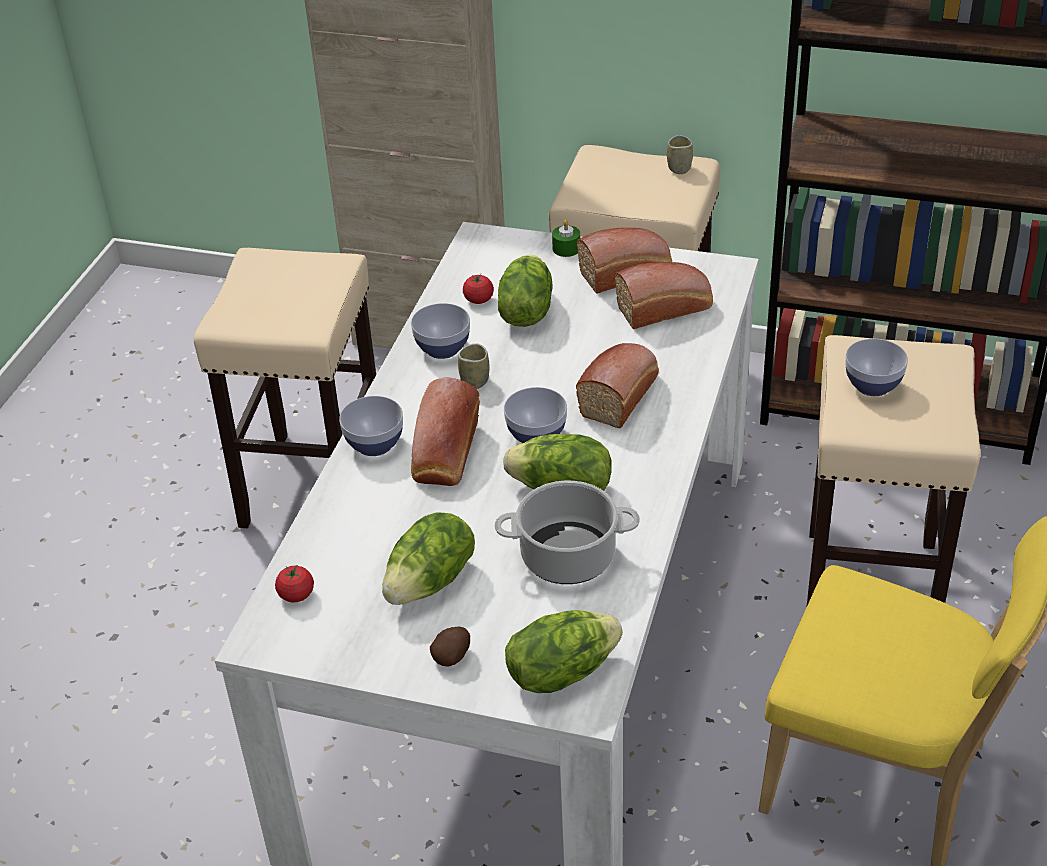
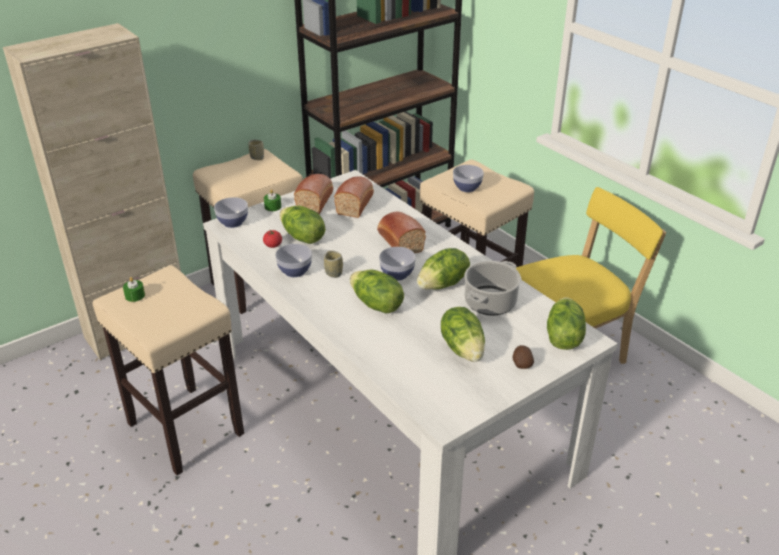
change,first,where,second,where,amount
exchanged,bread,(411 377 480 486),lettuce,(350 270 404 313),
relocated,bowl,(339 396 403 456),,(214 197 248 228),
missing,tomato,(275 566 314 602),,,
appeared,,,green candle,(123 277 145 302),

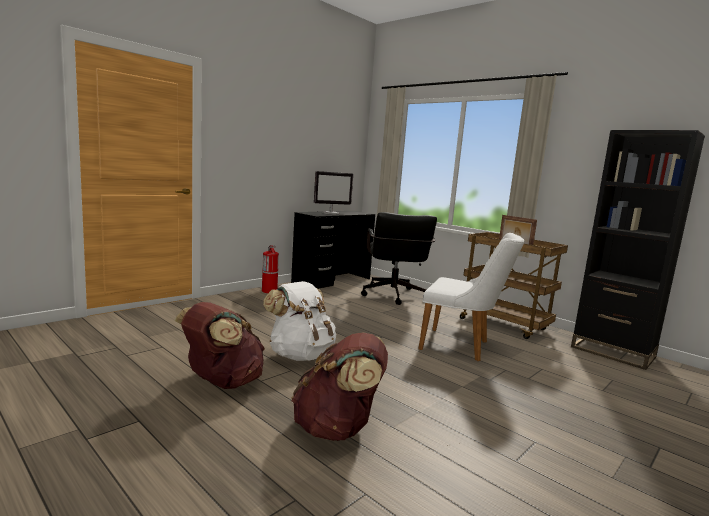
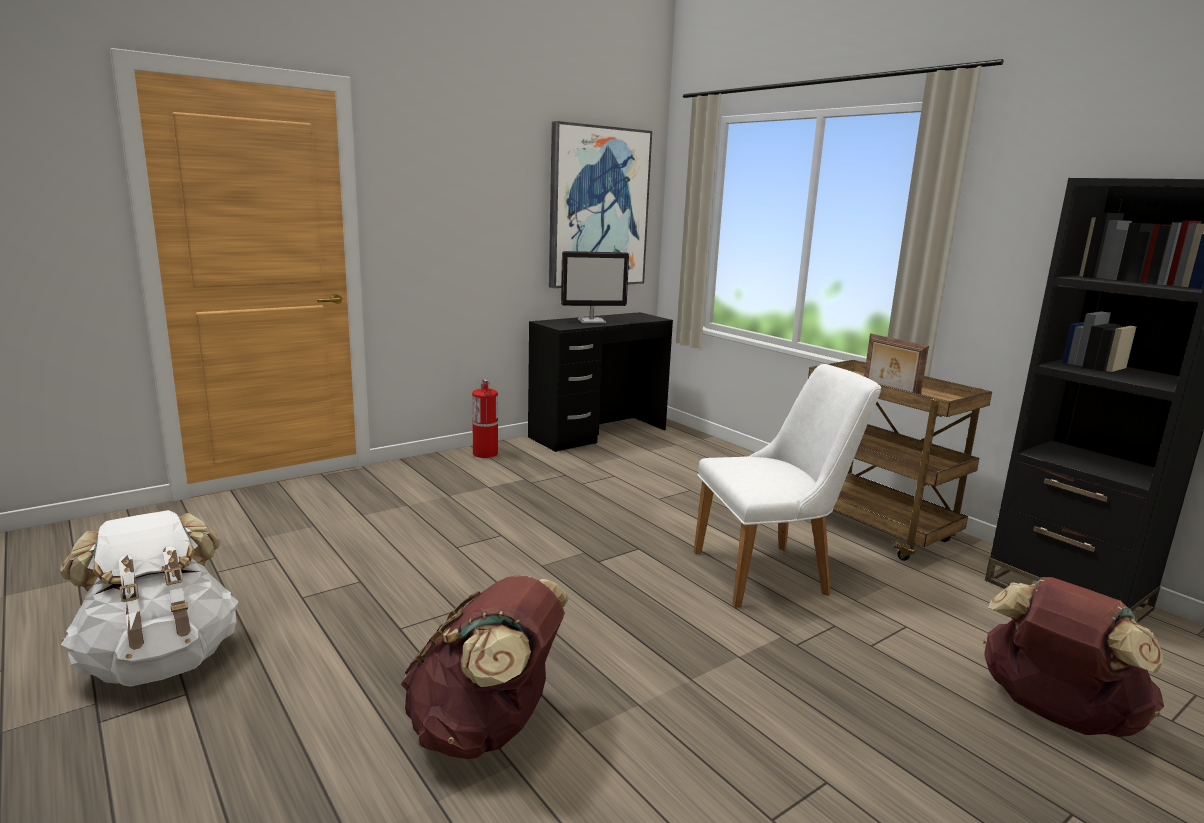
change,first,where,second,where,amount
missing,black office chair,(361 212 437 305),,,
spun,white chair,(419 233 524 361),,(694 364 881 608),45 degrees counterclockwise
relocated,white backpack,(263 281 336 361),,(60 510 239 687),
relocated,brown backpack,(174 302 265 389),,(983 577 1164 737),
appeared,,,picture,(549 121 652 288),

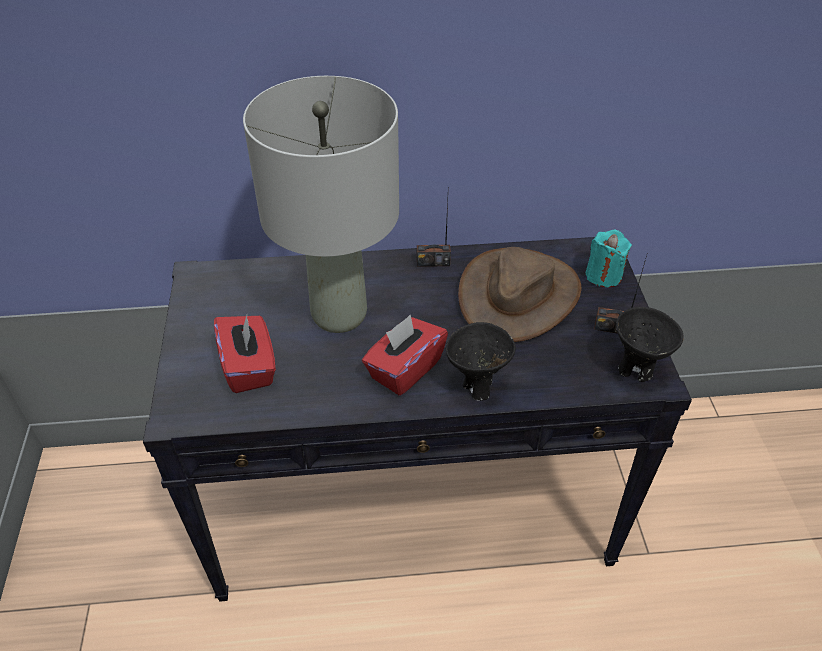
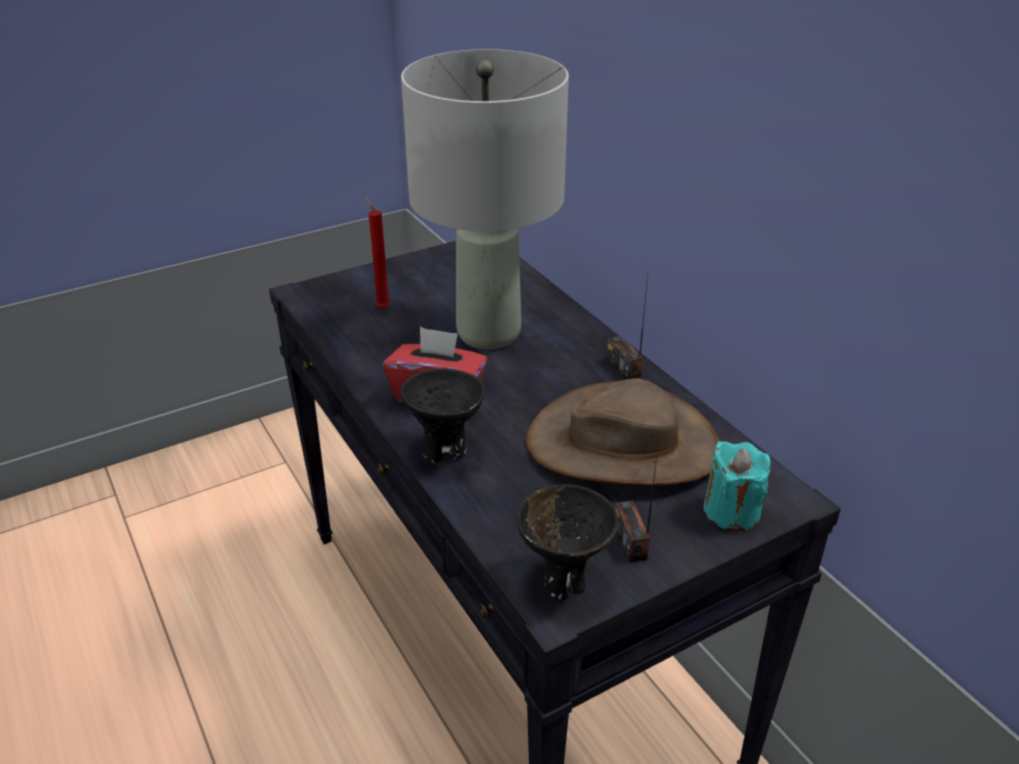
change,first,where,second,where,amount
exchanged,red tissue box,(214 315 276 393),red candle,(365 198 390 309),

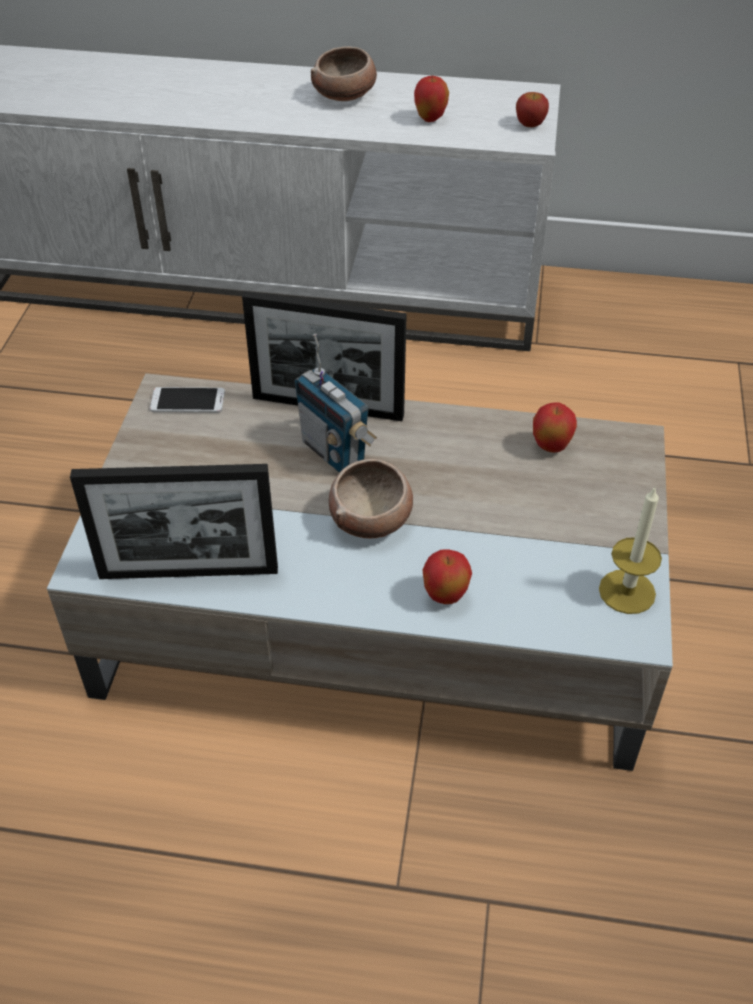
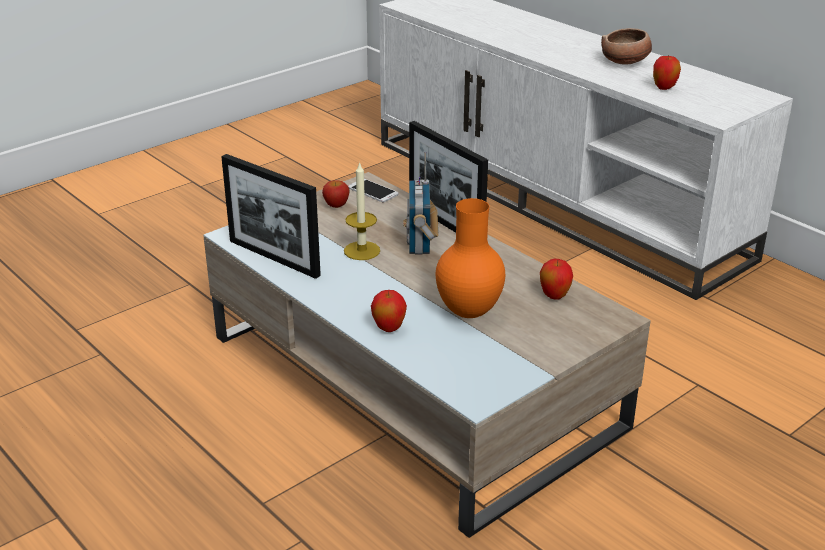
change,first,where,second,where,amount
relocated,apple,(516 92 549 127),,(322 180 349 208),
missing,bowl,(329 459 413 538),,,
relocated,candle,(599 486 662 614),,(344 162 380 260),
appeared,,,orange vase,(436 198 505 318),

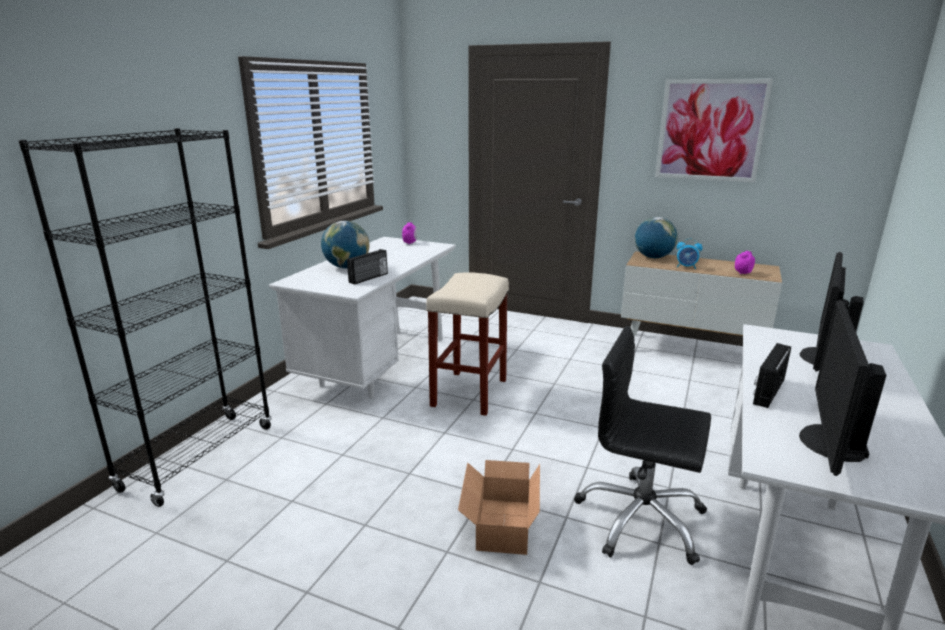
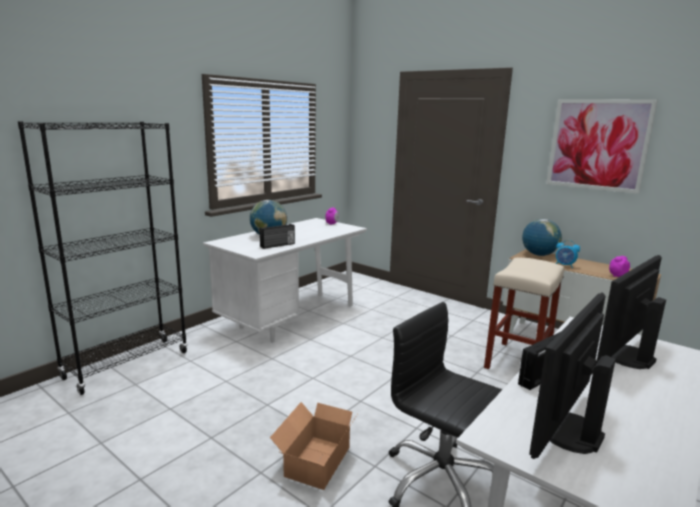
change,first,where,second,where,amount
relocated,beige stool,(426 272 509 416),,(484 258 564 369),

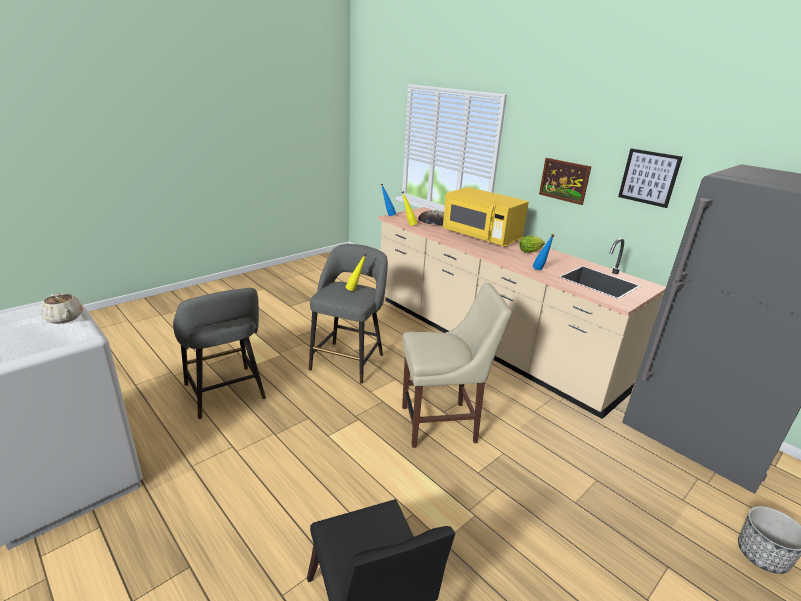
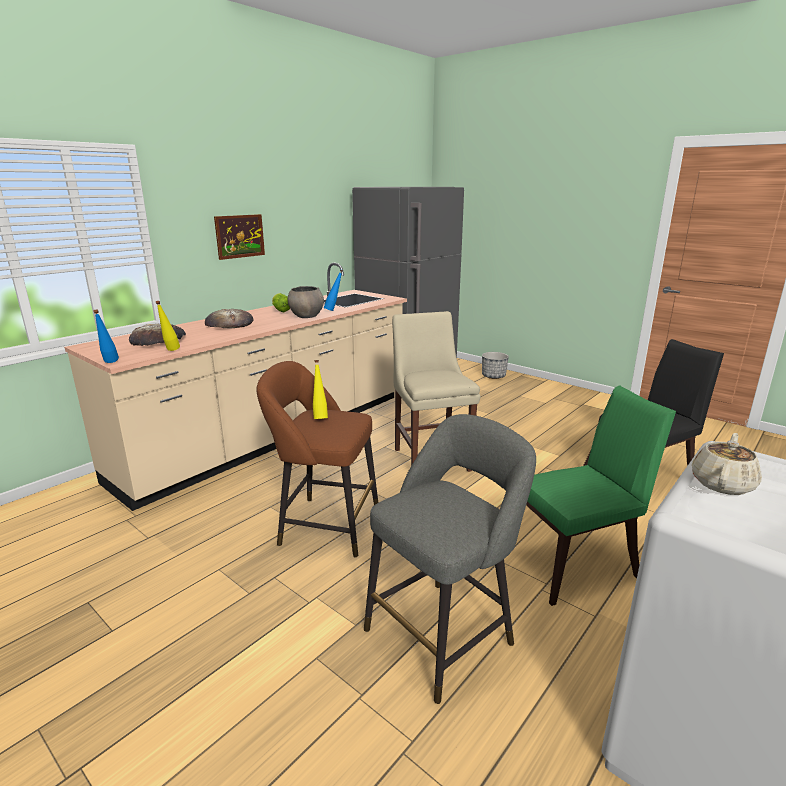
change,first,where,second,where,amount
missing,picture,(618 148 682 208),,,
exchanged,yellow microwave,(443 187 529 247),bread,(205 309 253 329),
colour,grey stool,(309 244 388 384),brown stool,(257 361 378 558),
appeared,,,grey bowl,(288 286 324 318),
appeared,,,green chair,(526 386 676 606),

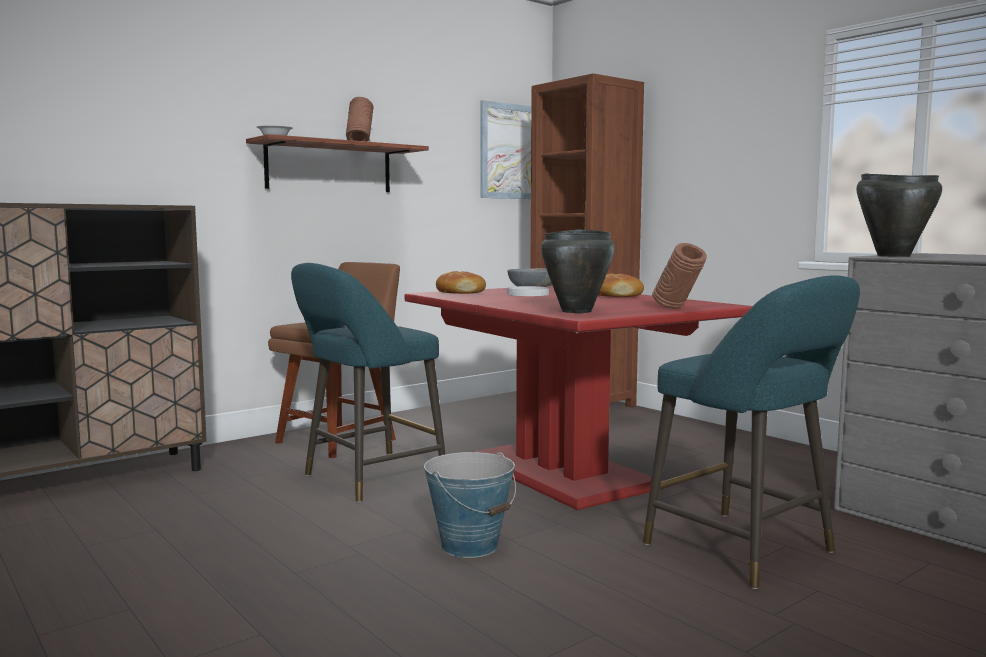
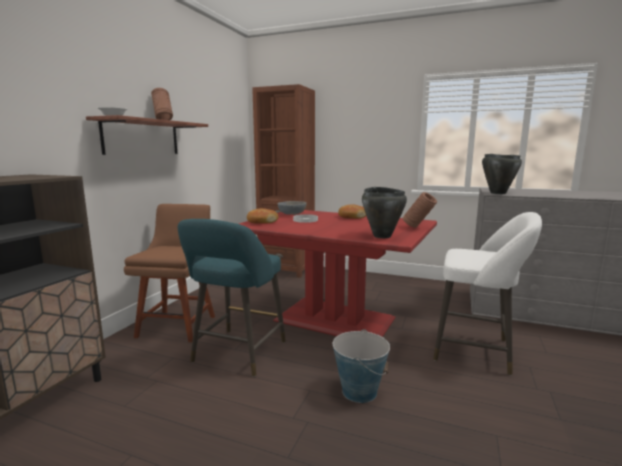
change,first,where,second,where,amount
missing,picture,(480 100 531 199),,,
colour,turquoise stool,(643 275 860 589),white stool,(433 212 542 375),

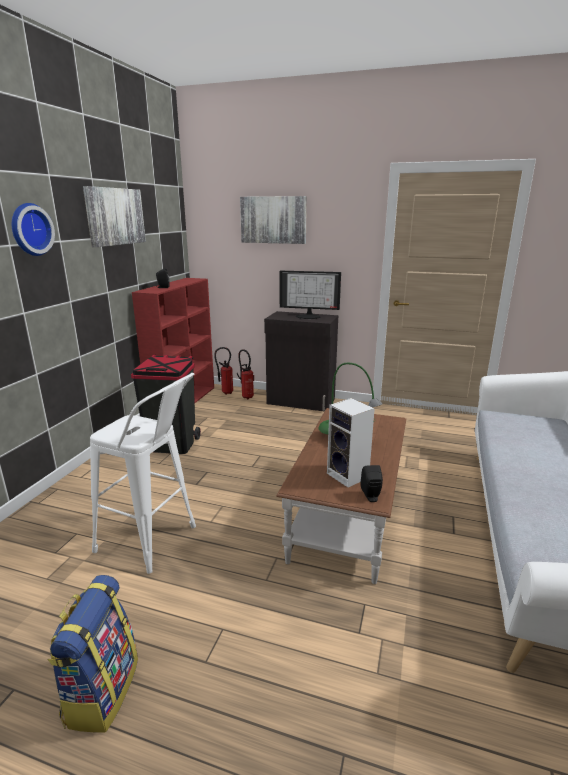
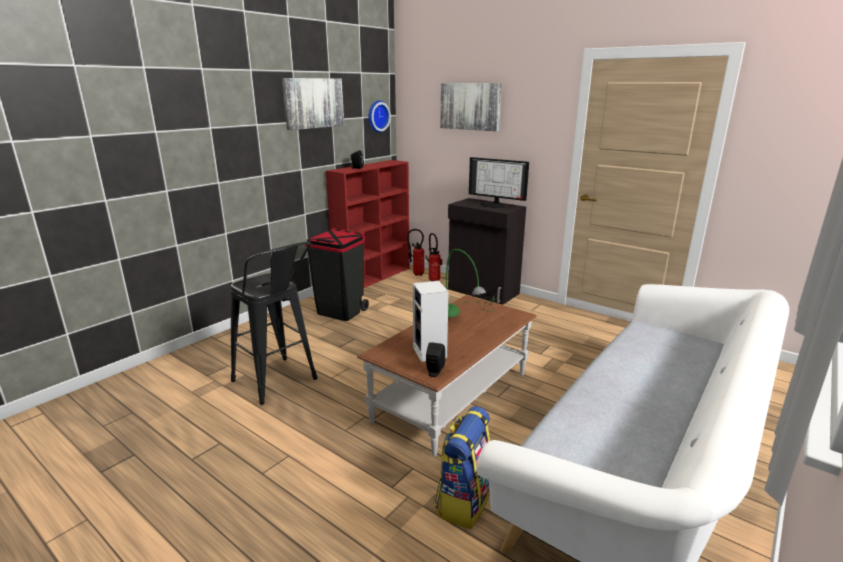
change,first,where,second,where,amount
relocated,wall clock,(12 203 55 256),,(368 100 391 133),
colour,white stool,(90 373 196 574),black stool,(230 242 317 405),
relocated,backpack,(48 575 138 732),,(435 406 490 529),

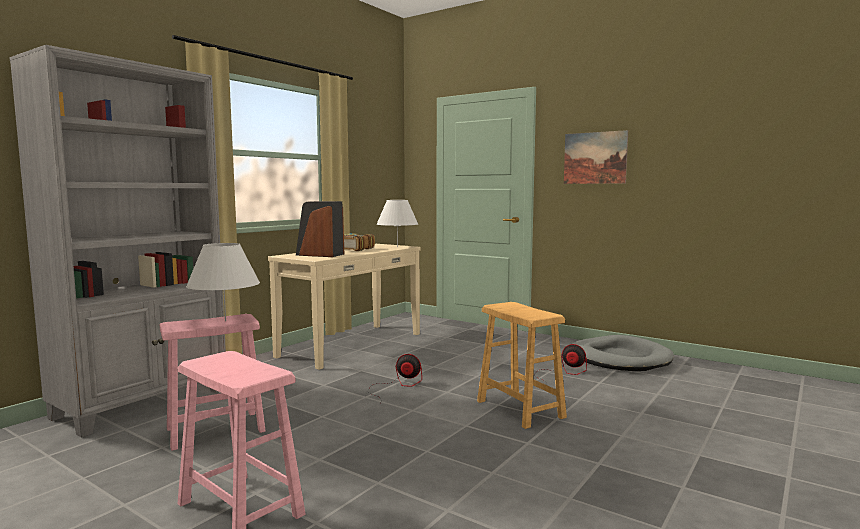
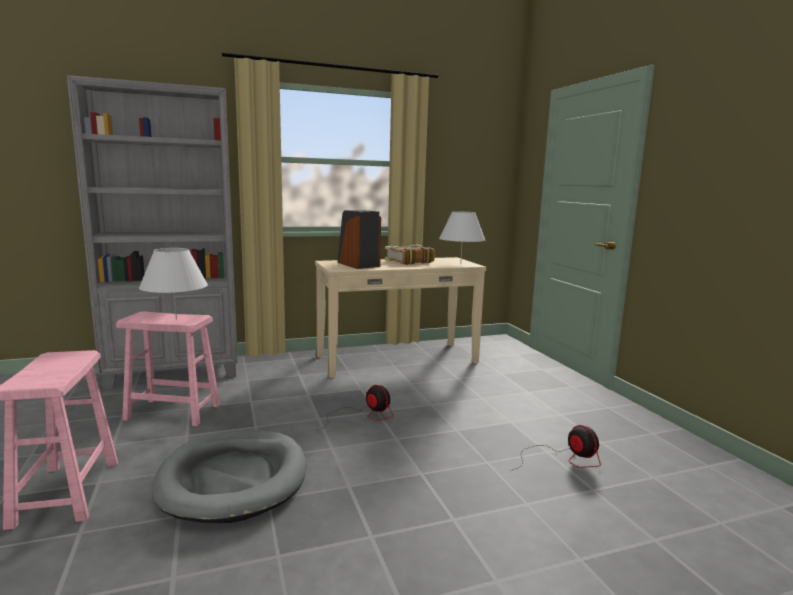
change,first,where,second,where,amount
missing,picture,(564 130 628 184),,,
missing,brown stool,(477 302 567 429),,,
relocated,grey dog bed,(572 335 674 371),,(152 430 306 523),

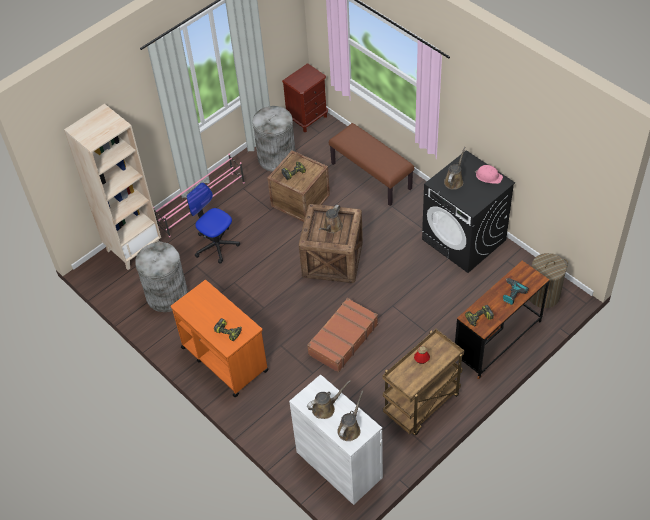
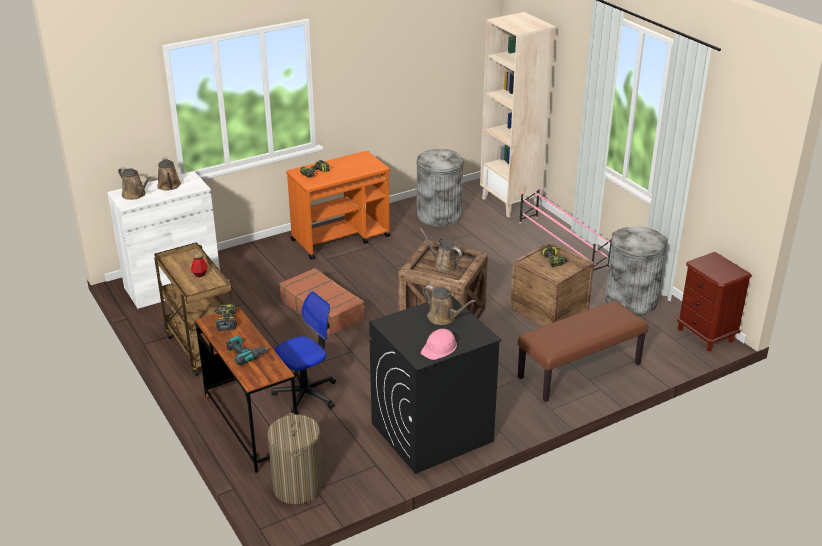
change,first,where,second,where,amount
relocated,office chair,(187 182 240 264),,(271 291 336 415),

